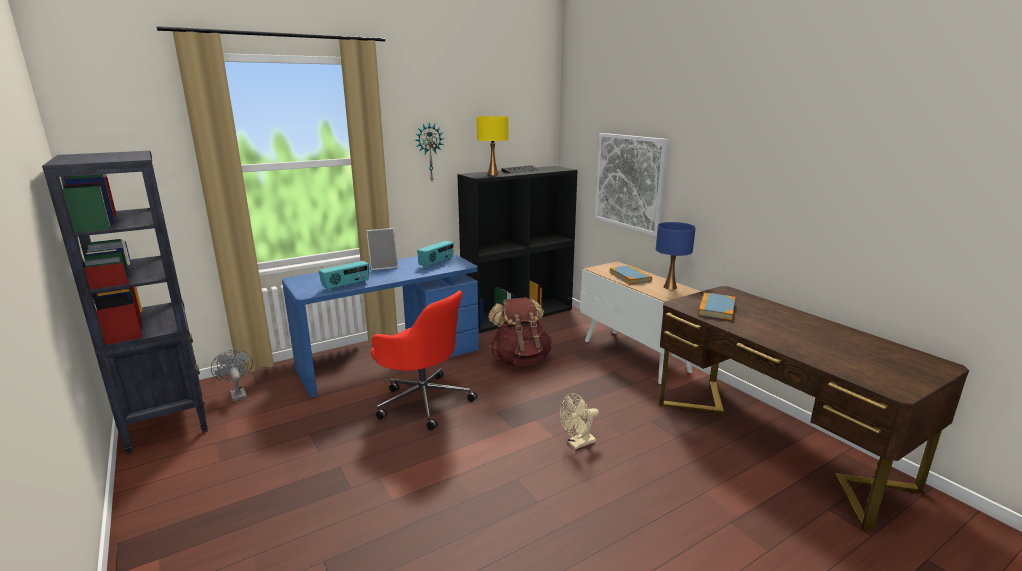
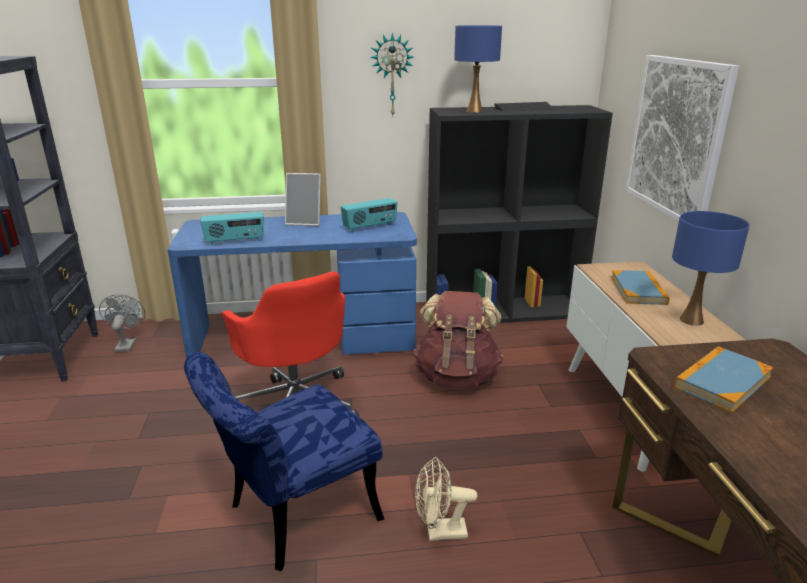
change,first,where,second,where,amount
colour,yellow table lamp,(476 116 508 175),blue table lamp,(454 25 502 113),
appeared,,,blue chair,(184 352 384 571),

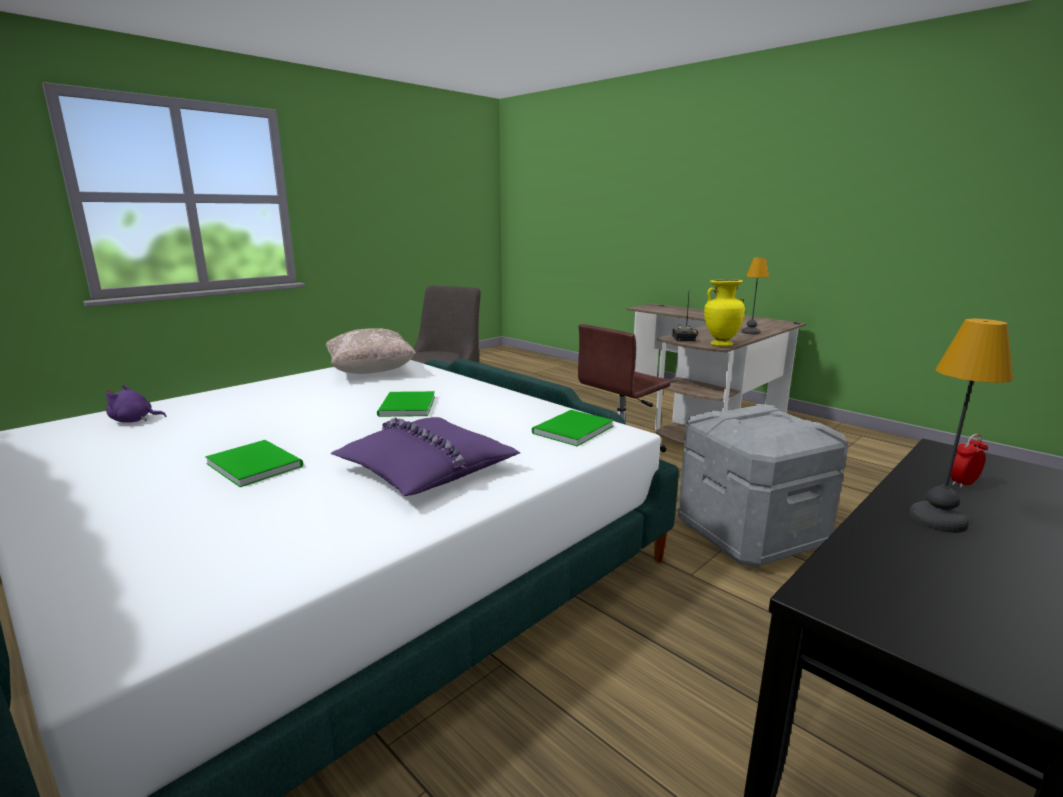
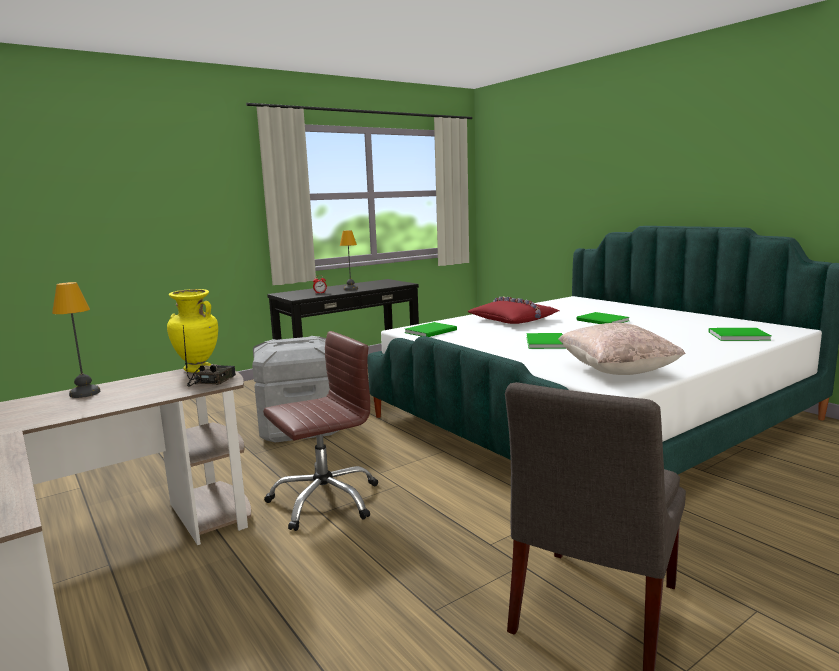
change,first,where,second,where,amount
exchanged,purple plush toy,(106 385 167 423),green book,(709 328 771 341),
colour,purple pillow,(331 417 521 496),red pillow,(467 297 559 324),

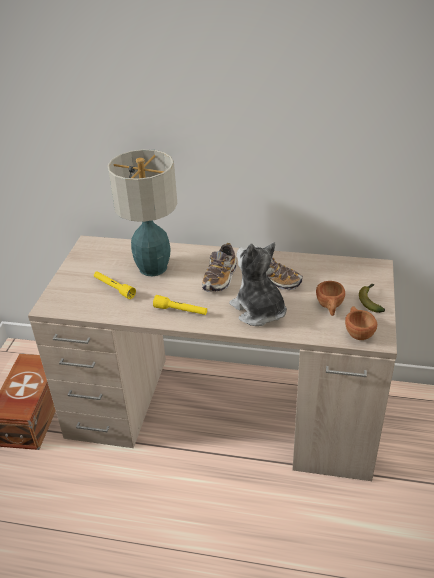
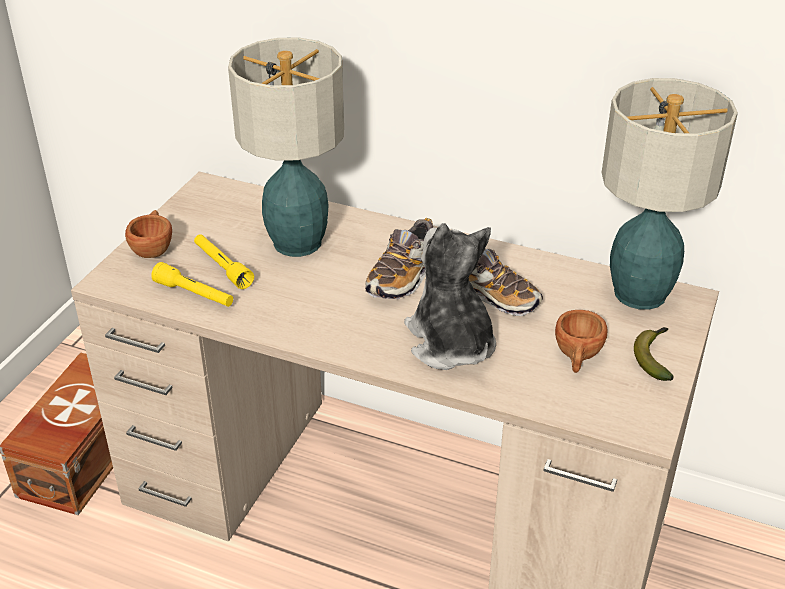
change,first,where,second,where,amount
relocated,yellow flashlight,(153 295 207 315),,(151 262 233 307),
relocated,brown cup,(345 306 377 340),,(125 210 172 258),
appeared,,,table lamp,(602 78 738 310),

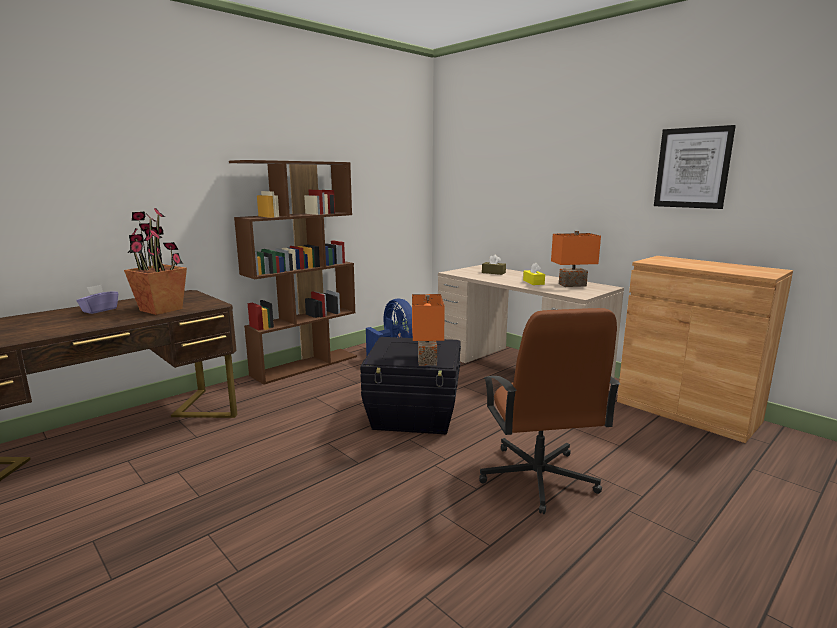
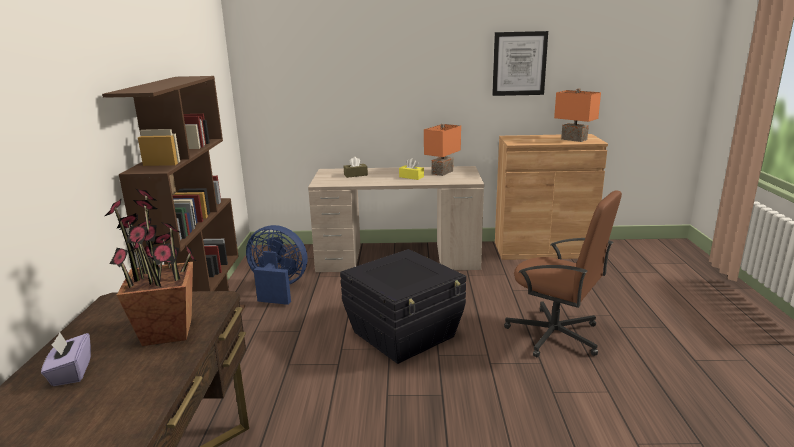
change,first,where,second,where,amount
relocated,orange table lamp,(412 294 445 366),,(554 88 601 142),

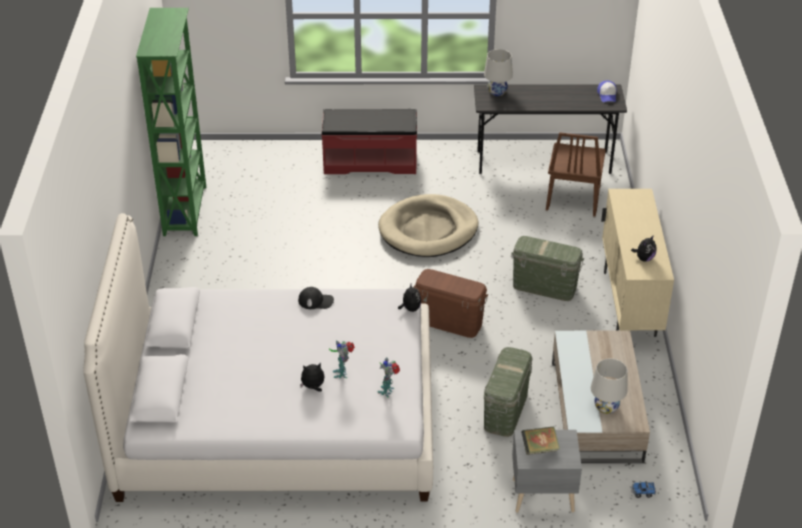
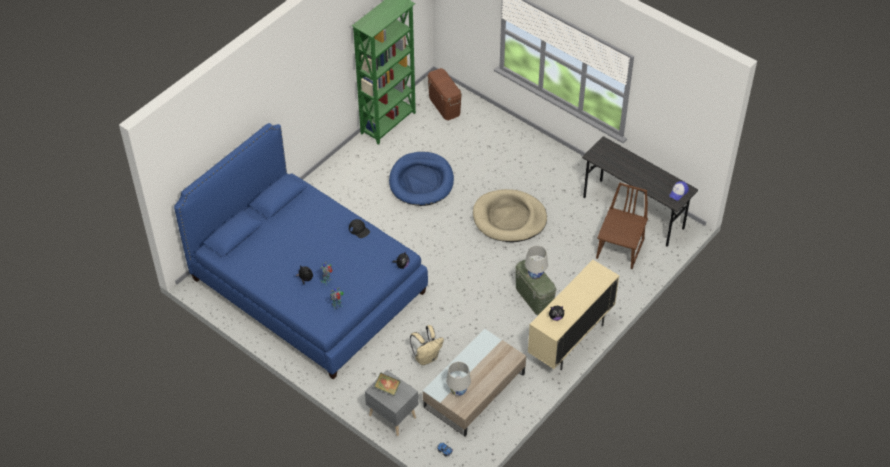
change,first,where,second,where,amount
relocated,white table lamp,(484 49 513 96),,(525 245 548 279),
missing,red bench,(322 109 417 174),,,
spun,brown chair,(546 132 606 217),,(596 182 648 269),150 degrees clockwise
colour,white bed,(83 213 433 502),blue bed,(174 123 428 379),
relocated,brown storage box,(414 269 488 338),,(427 68 462 120),
exchanged,green storage box,(484 347 532 437),beige backpack,(410 325 444 365),
appeared,,,blue dog bed,(389 152 454 206),

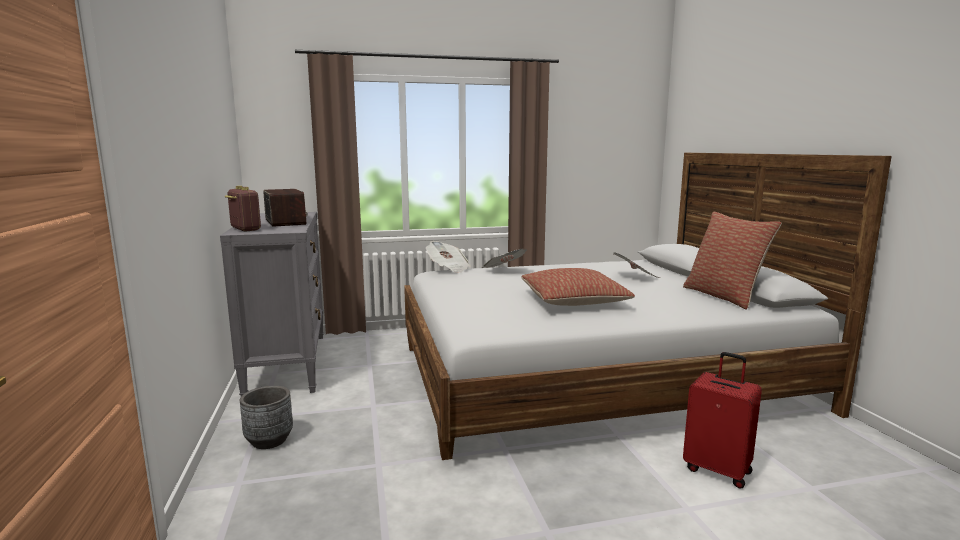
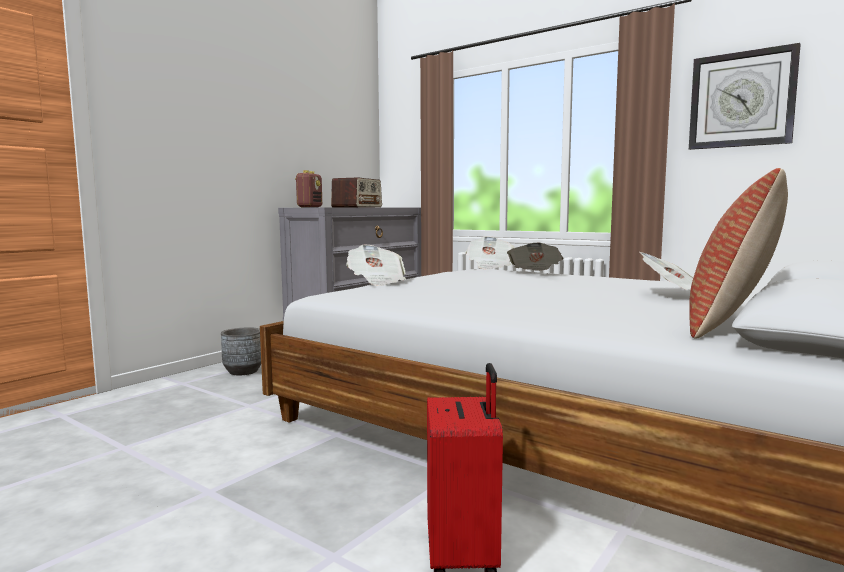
change,first,where,second,where,amount
missing,pillow,(521 268 635 306),,,
appeared,,,wall clock,(689 43 801 150),
appeared,,,newspaper,(346 245 406 286),

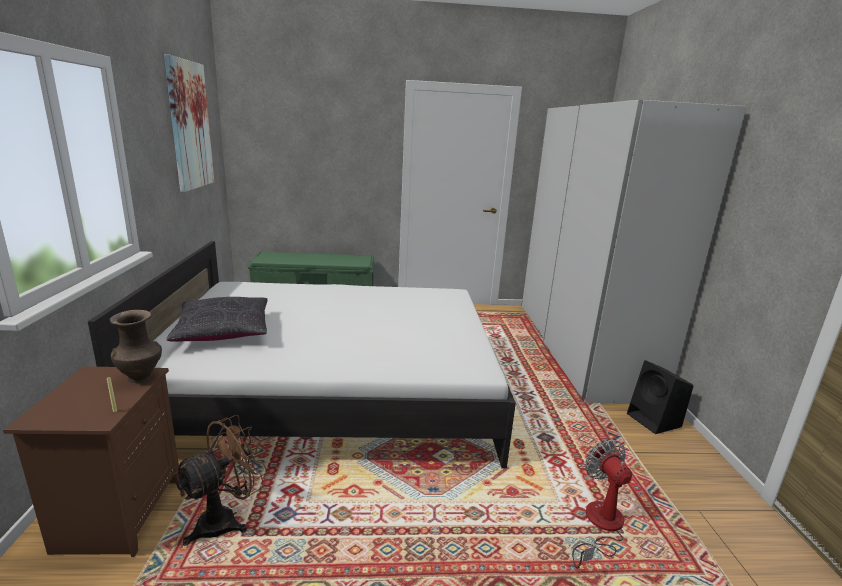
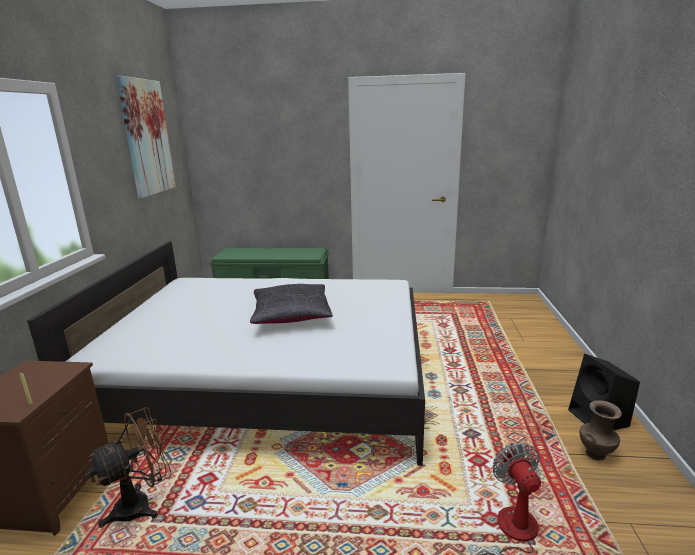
change,first,where,second,where,amount
missing,white wardrobe,(521 100 747 404),,,
relocated,black pillow,(167 297 268 342),,(250 284 333 324),
relocated,brown vase,(110 310 162 383),,(579 400 622 460),

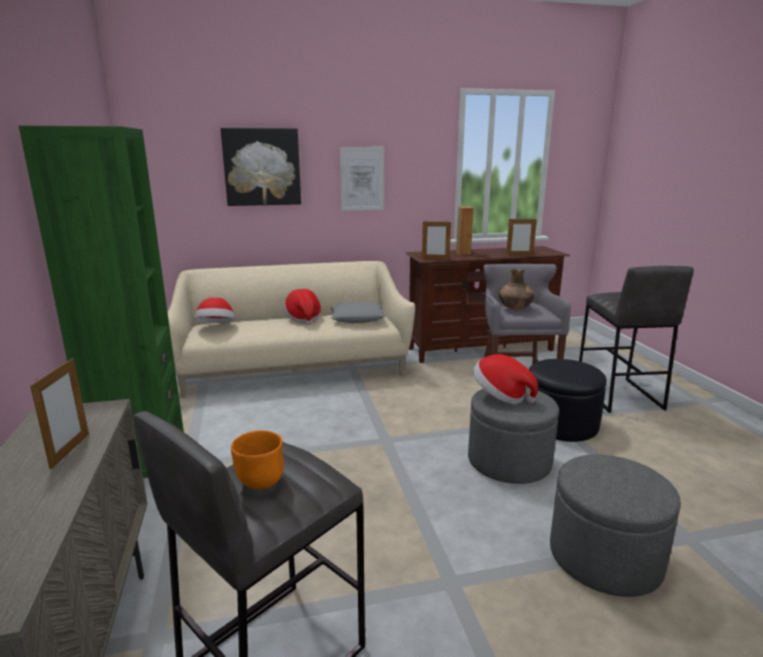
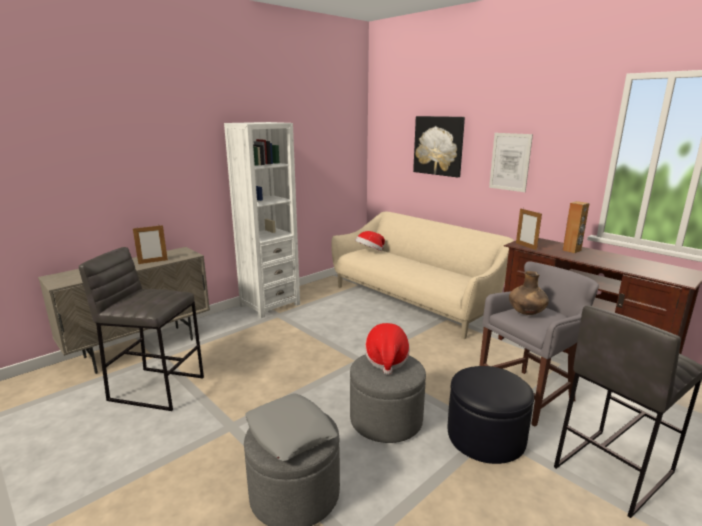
change,first,where,second,where,amount
colour,green bookcase,(19 125 184 478),white bookcase,(224 122 300 318),
missing,picture frame,(506 219 537 255),,,
missing,hat,(284 289 321 325),,,
relocated,grey pillow,(331 302 386 323),,(245 394 337 461),
missing,orange bowl,(231 430 284 489),,,

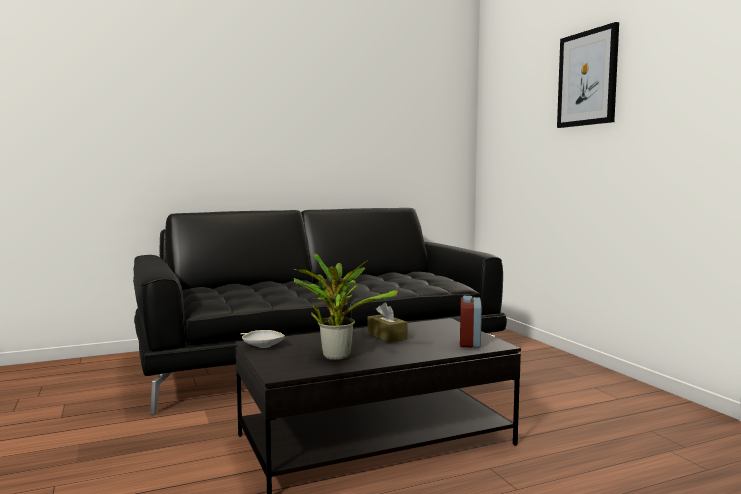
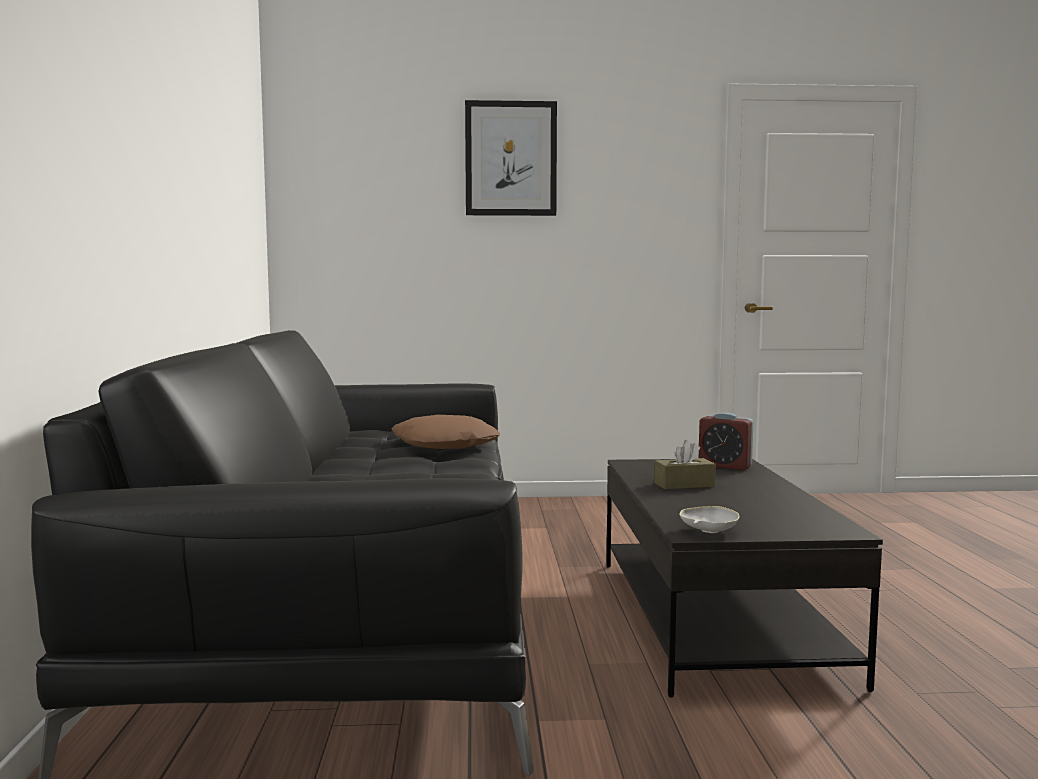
change,first,where,second,where,amount
missing,potted plant,(294 254 398 361),,,
appeared,,,brown pillow,(392 415 500 449),

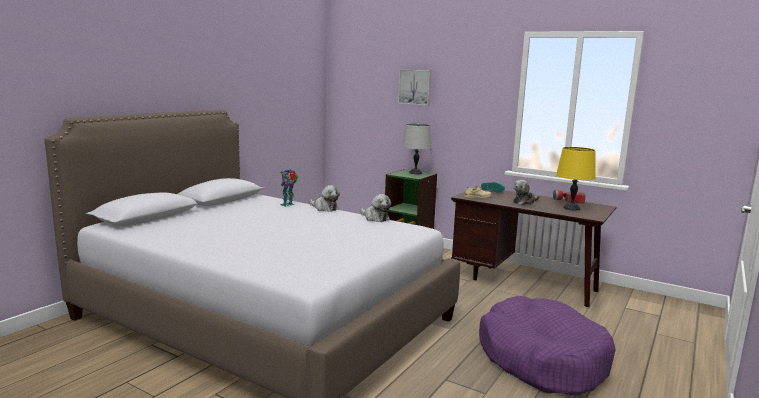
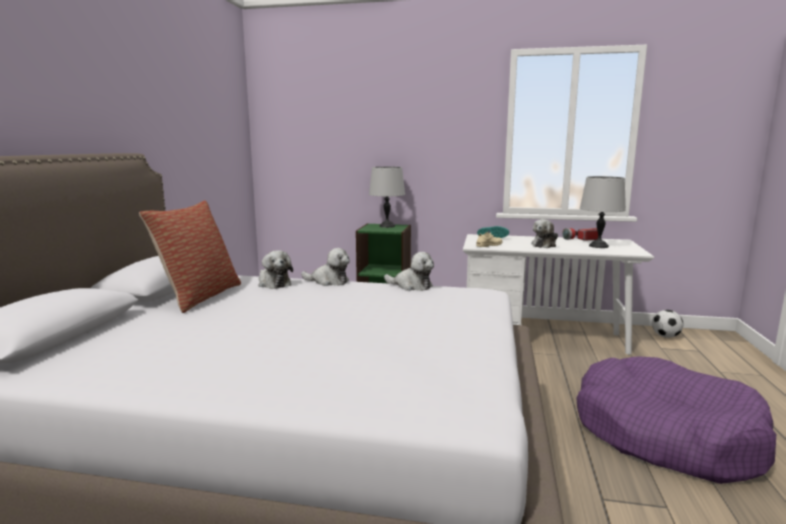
change,first,where,second,where,amount
missing,picture,(398 69 432 105),,,
colour,yellow table lamp,(556 147 596 211),grey table lamp,(580 176 626 248),
exchanged,toy robot,(279 169 298 207),plush toy,(259 250 293 289),
colour,brown desk,(451 187 617 307),white desk,(463 234 654 355),
appeared,,,pillow,(139 200 241 313),
appeared,,,football,(652 310 684 338),

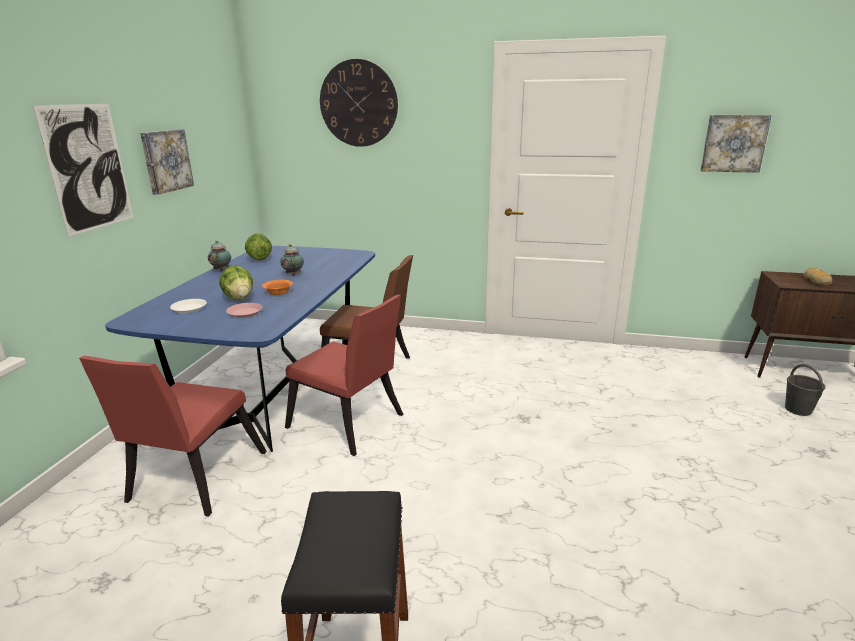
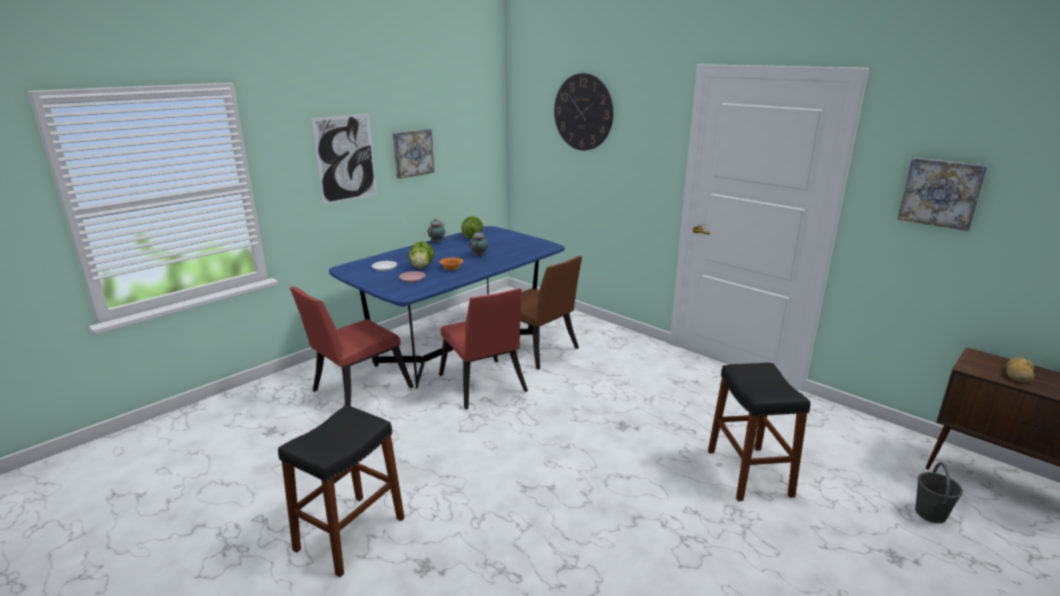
change,first,where,second,where,amount
appeared,,,black stool,(708 363 810 501),

